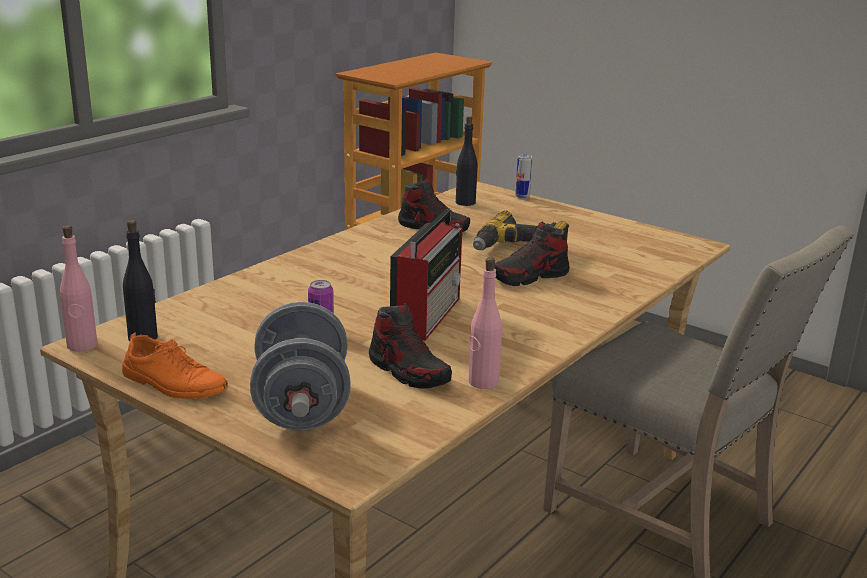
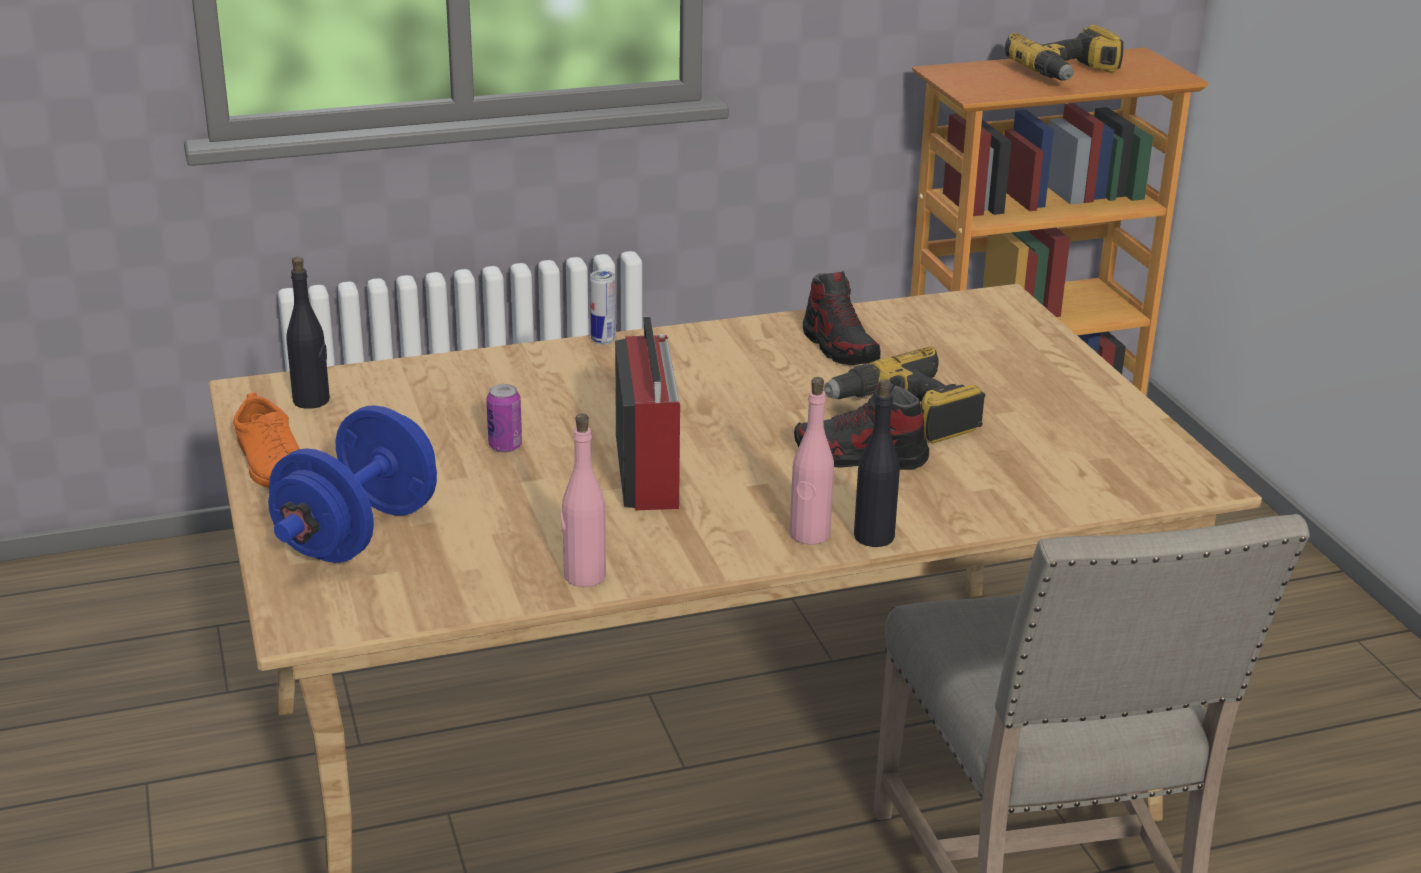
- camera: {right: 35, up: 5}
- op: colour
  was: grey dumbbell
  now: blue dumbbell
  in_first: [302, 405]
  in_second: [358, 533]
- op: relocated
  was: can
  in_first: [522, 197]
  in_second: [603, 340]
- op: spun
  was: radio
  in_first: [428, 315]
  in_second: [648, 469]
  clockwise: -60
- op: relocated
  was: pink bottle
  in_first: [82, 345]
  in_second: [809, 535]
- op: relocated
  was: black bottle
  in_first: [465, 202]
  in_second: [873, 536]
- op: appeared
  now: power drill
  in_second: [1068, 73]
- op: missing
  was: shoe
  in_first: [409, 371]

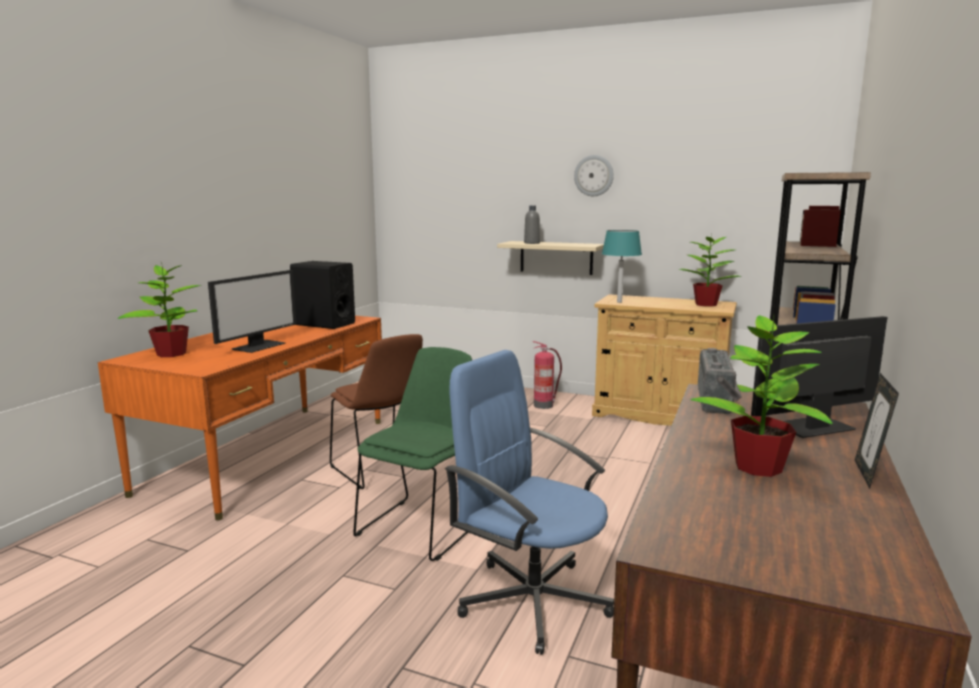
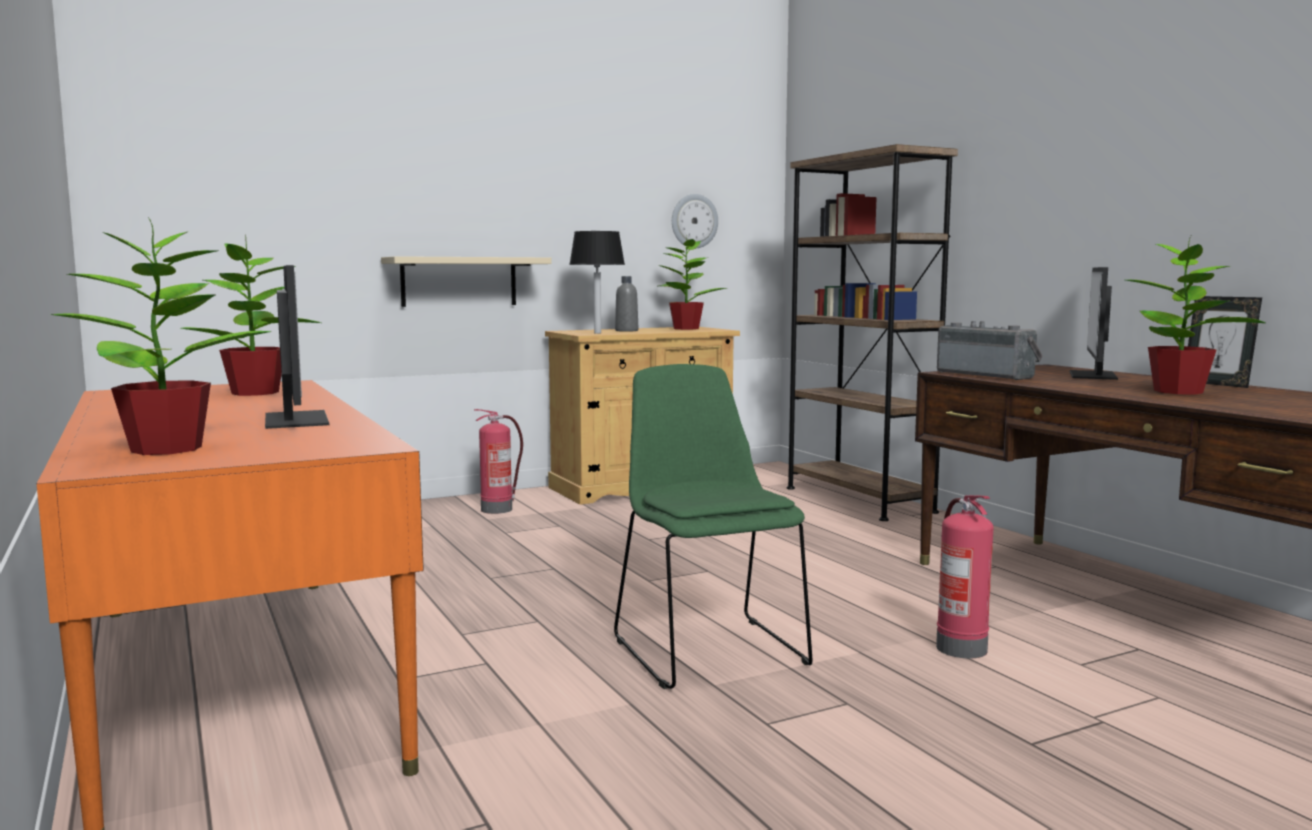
- camera: {right: -50, up: -5}
- op: exchanged
  was: black speaker
  now: potted plant
  in_first: [324, 324]
  in_second: [255, 393]
- op: colour
  was: turquoise table lamp
  now: black table lamp
  in_first: [619, 302]
  in_second: [597, 333]
- op: relocated
  was: grey bottle
  in_first: [532, 243]
  in_second: [626, 330]
- op: relocated
  was: wall clock
  in_first: [594, 175]
  in_second: [694, 221]
- op: exchanged
  was: blue office chair
  now: fire extinguisher
  in_first: [532, 599]
  in_second: [959, 647]
- op: missing
  was: brown chair
  in_first: [382, 468]

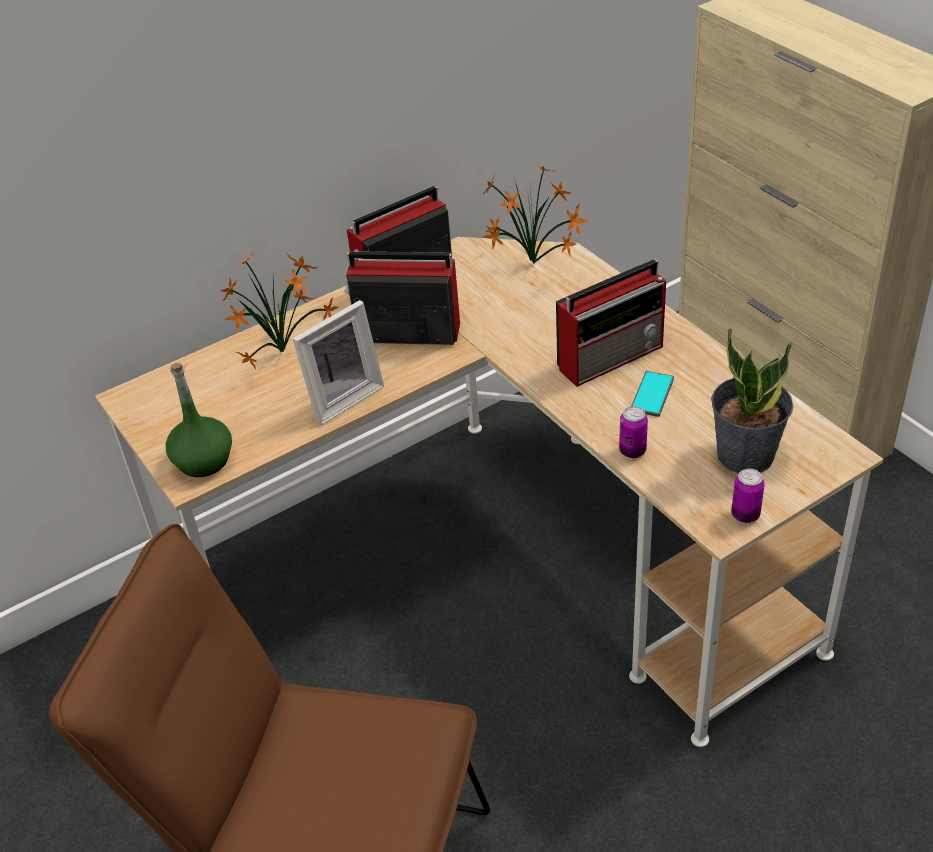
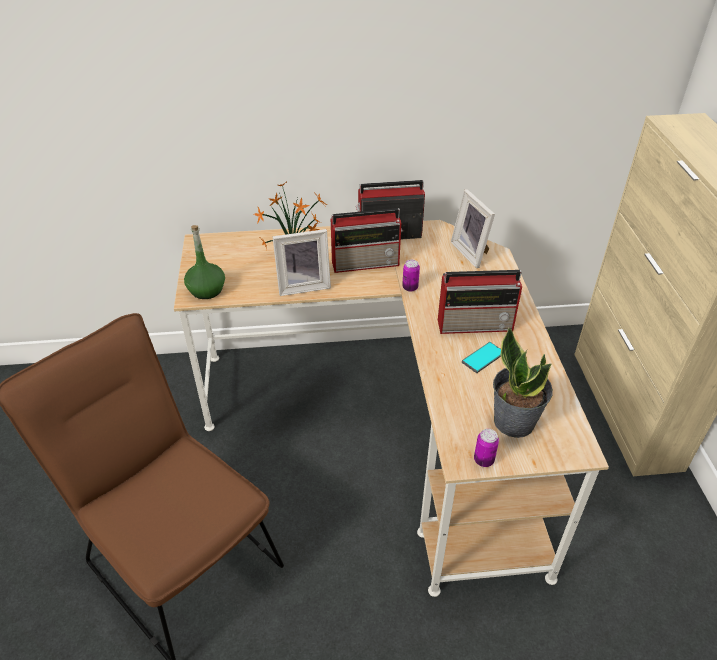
- camera: {right: 25, up: 0}
- op: spun
  was: radio
  in_first: [405, 332]
  in_second: [367, 262]
  clockwise: 135
- op: relocated
  was: can
  in_first: [632, 451]
  in_second: [410, 287]
- op: exchanged
  was: potted plant
  now: picture frame
  in_first: [535, 265]
  in_second: [472, 252]

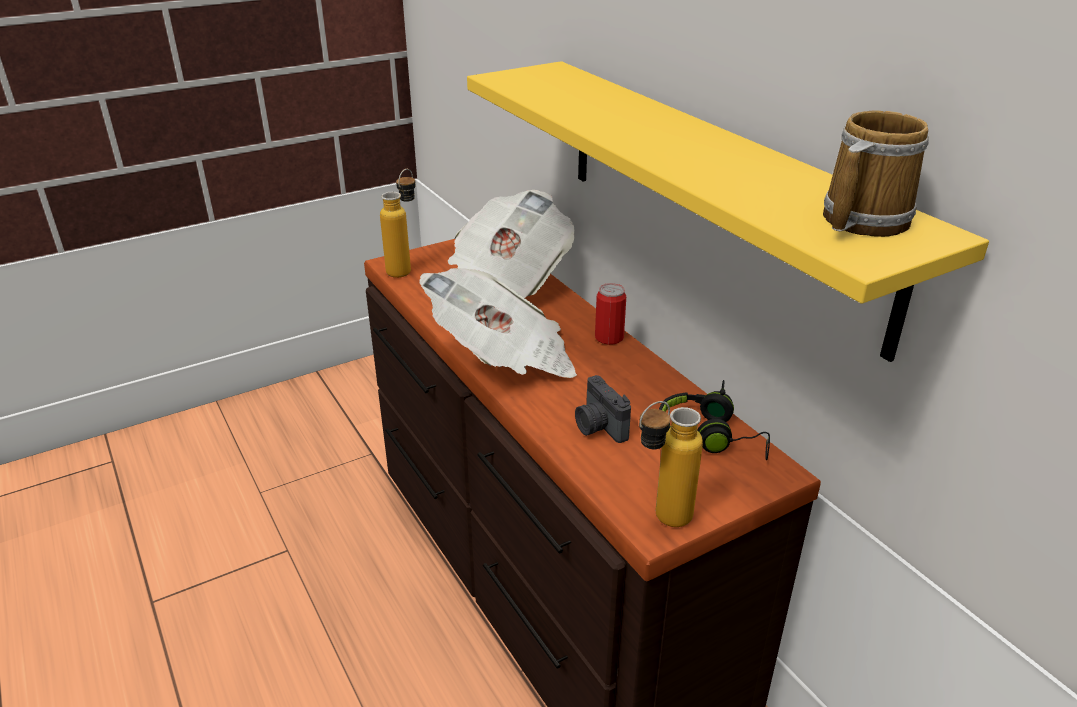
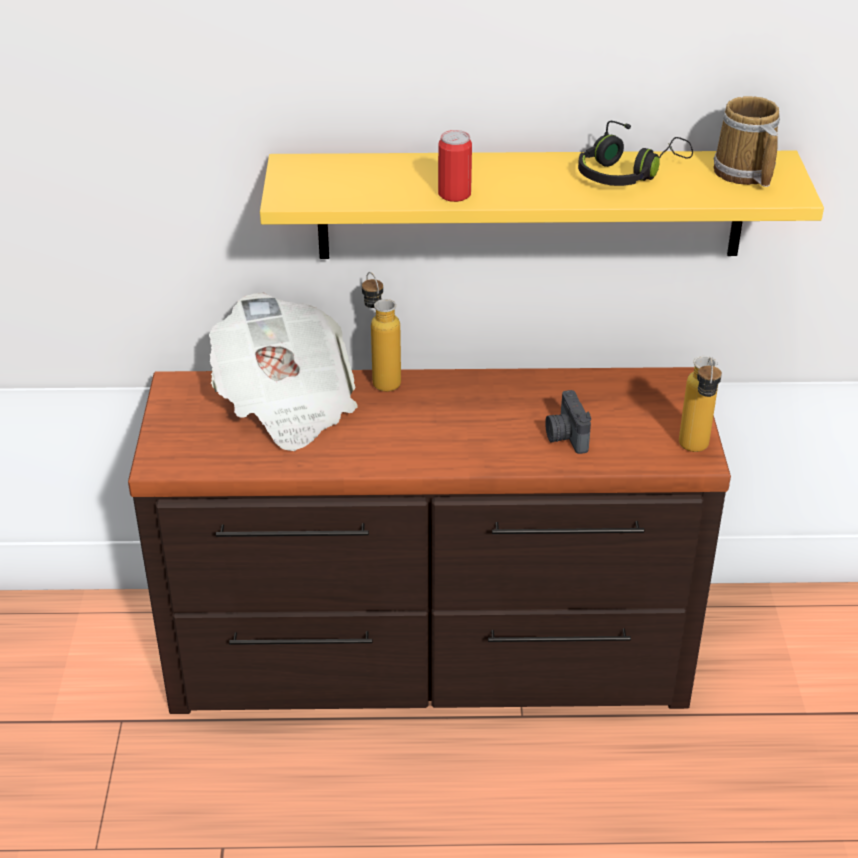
- camera: {right: -60, up: 5}
- op: relocated
  was: bottle
  in_first: [405, 268]
  in_second: [381, 378]
- op: relocated
  was: can
  in_first: [609, 337]
  in_second: [454, 194]
- op: spun
  was: photo camera
  in_first: [598, 427]
  in_second: [565, 437]
  clockwise: 75
- op: relocated
  was: black headphones
  in_first: [711, 437]
  in_second: [627, 174]
- op: missing
  was: newspaper
  in_first: [503, 358]

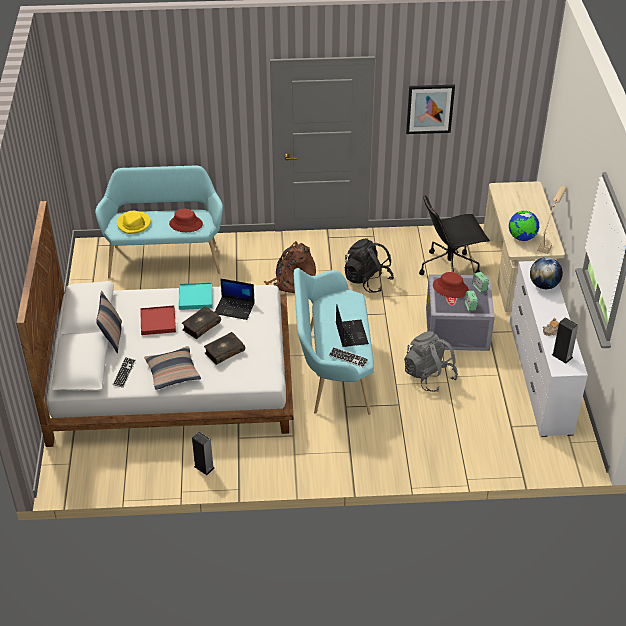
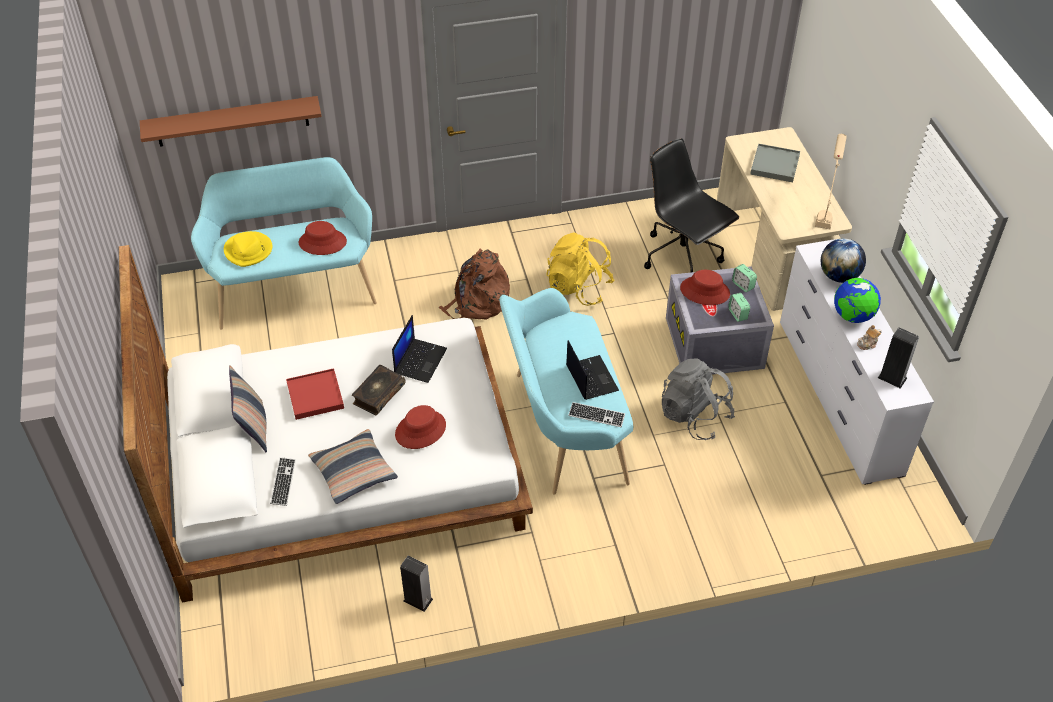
- camera: {right: -10, up: 5}
- op: appeared
  now: brown shelf
  in_second: [232, 121]
- op: spun
  was: laptop
  in_first: [235, 308]
  in_second: [420, 360]
  clockwise: -75
- op: exchanged
  was: book
  now: red hat
  in_first: [224, 352]
  in_second: [420, 430]
- op: colour
  was: black backpack
  now: yellow backpack
  in_first: [367, 280]
  in_second: [578, 288]
- op: spun
  was: black office chair
  in_first: [450, 268]
  in_second: [683, 256]
  clockwise: 75
- op: appeared
  now: grey tray
  in_second: [774, 165]
- op: relocated
  was: globe
  in_first: [522, 237]
  in_second: [852, 316]
- op: missing
  was: turquoise tray
  in_first: [195, 298]
- op: missing
  was: picture
  in_first: [430, 108]

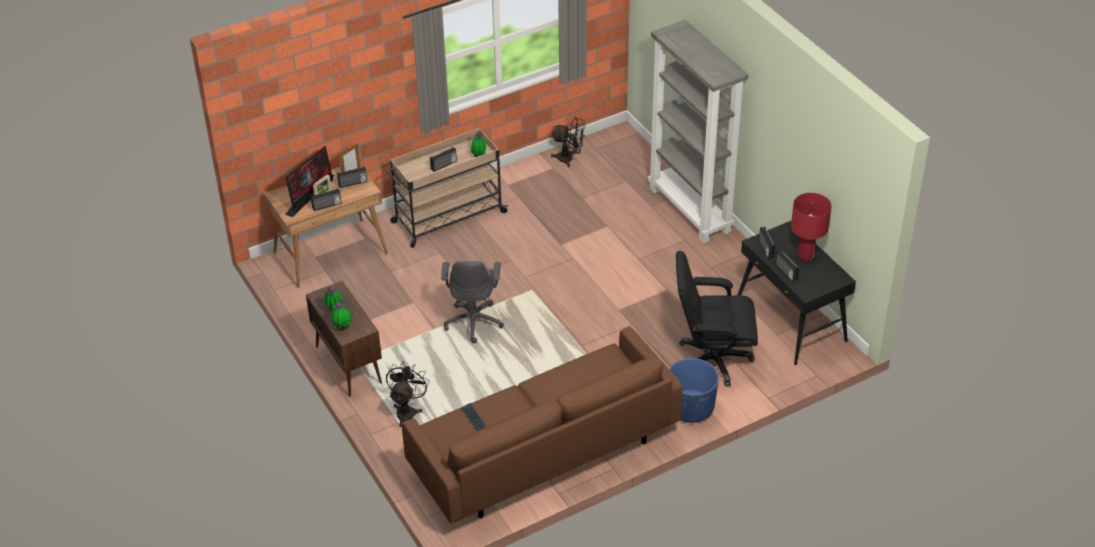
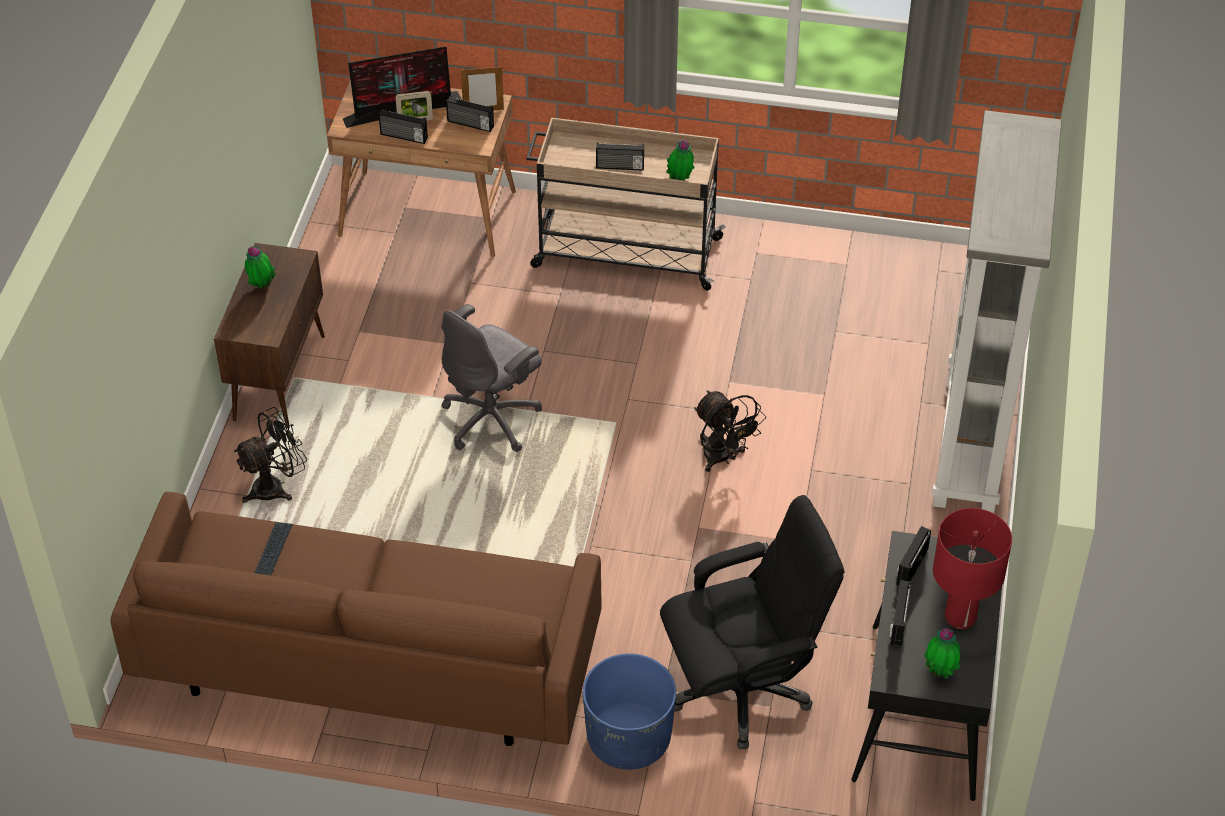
- camera: {right: 40, up: 5}
- op: spun
  was: black office chair
  in_first: [712, 360]
  in_second: [742, 689]
  clockwise: 120
- op: relocated
  was: black fan
  in_first: [569, 159]
  in_second: [722, 458]
- op: relocated
  was: potted plant
  in_first: [342, 328]
  in_second: [940, 672]

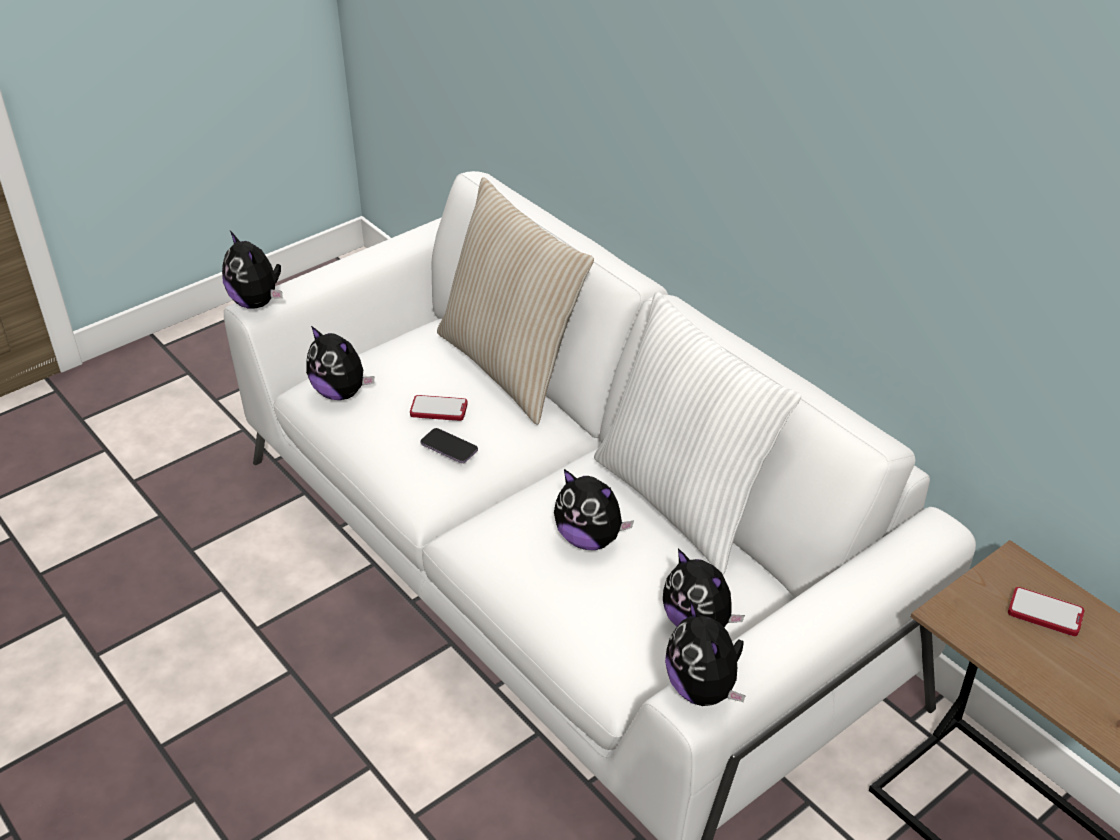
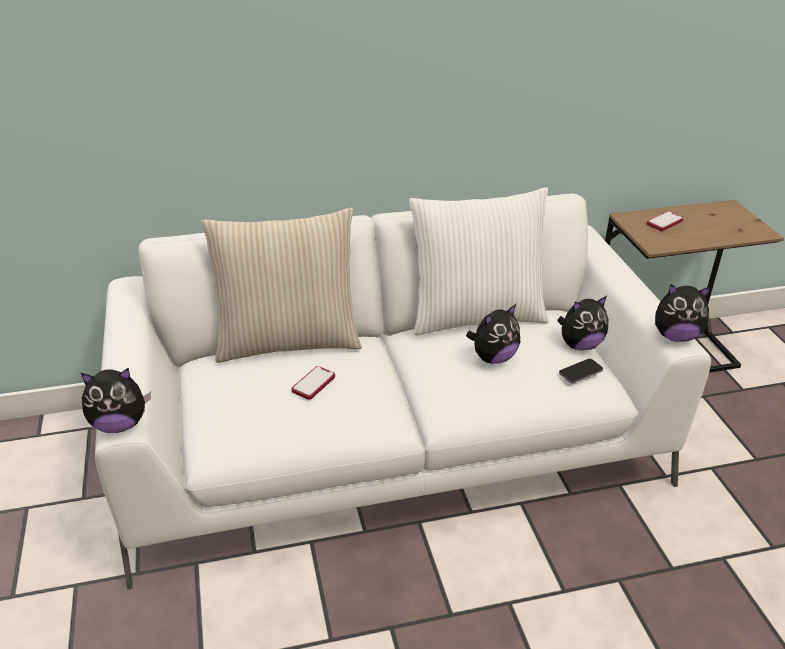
- camera: {right: -65, up: -5}
- op: relocated
  was: phone
  in_first: [449, 447]
  in_second: [580, 372]
- op: missing
  was: plush toy
  in_first: [341, 392]

